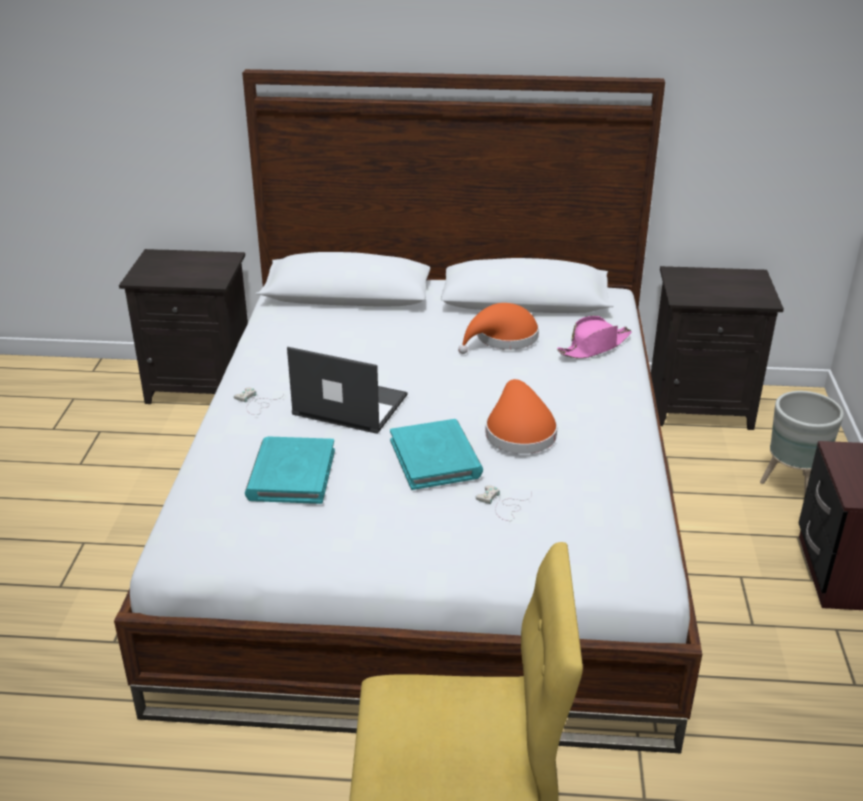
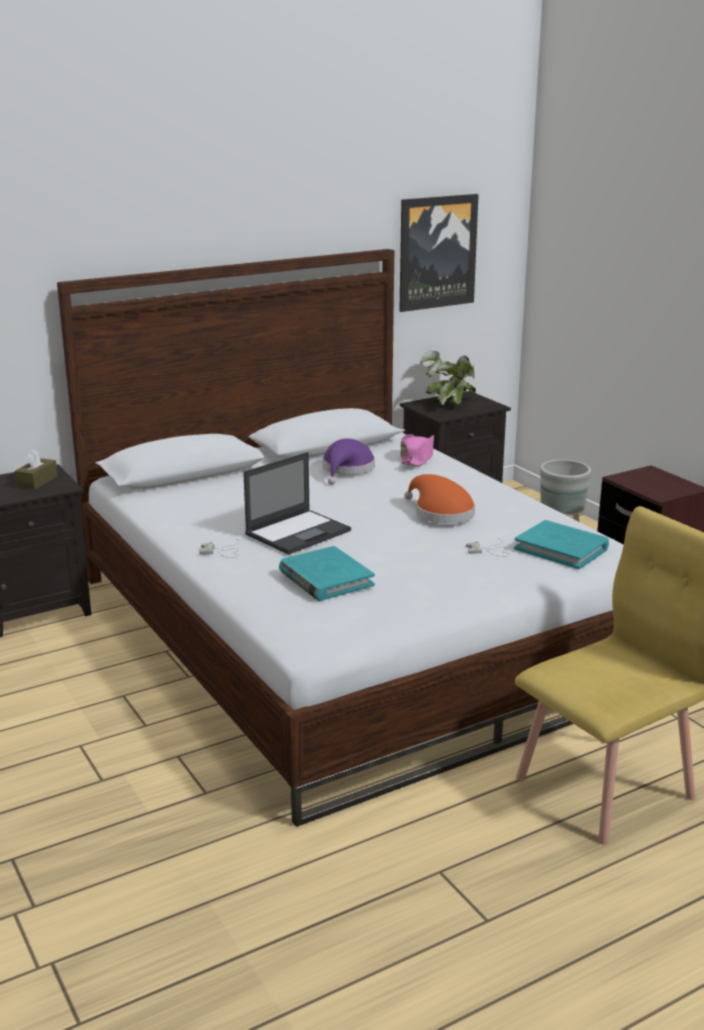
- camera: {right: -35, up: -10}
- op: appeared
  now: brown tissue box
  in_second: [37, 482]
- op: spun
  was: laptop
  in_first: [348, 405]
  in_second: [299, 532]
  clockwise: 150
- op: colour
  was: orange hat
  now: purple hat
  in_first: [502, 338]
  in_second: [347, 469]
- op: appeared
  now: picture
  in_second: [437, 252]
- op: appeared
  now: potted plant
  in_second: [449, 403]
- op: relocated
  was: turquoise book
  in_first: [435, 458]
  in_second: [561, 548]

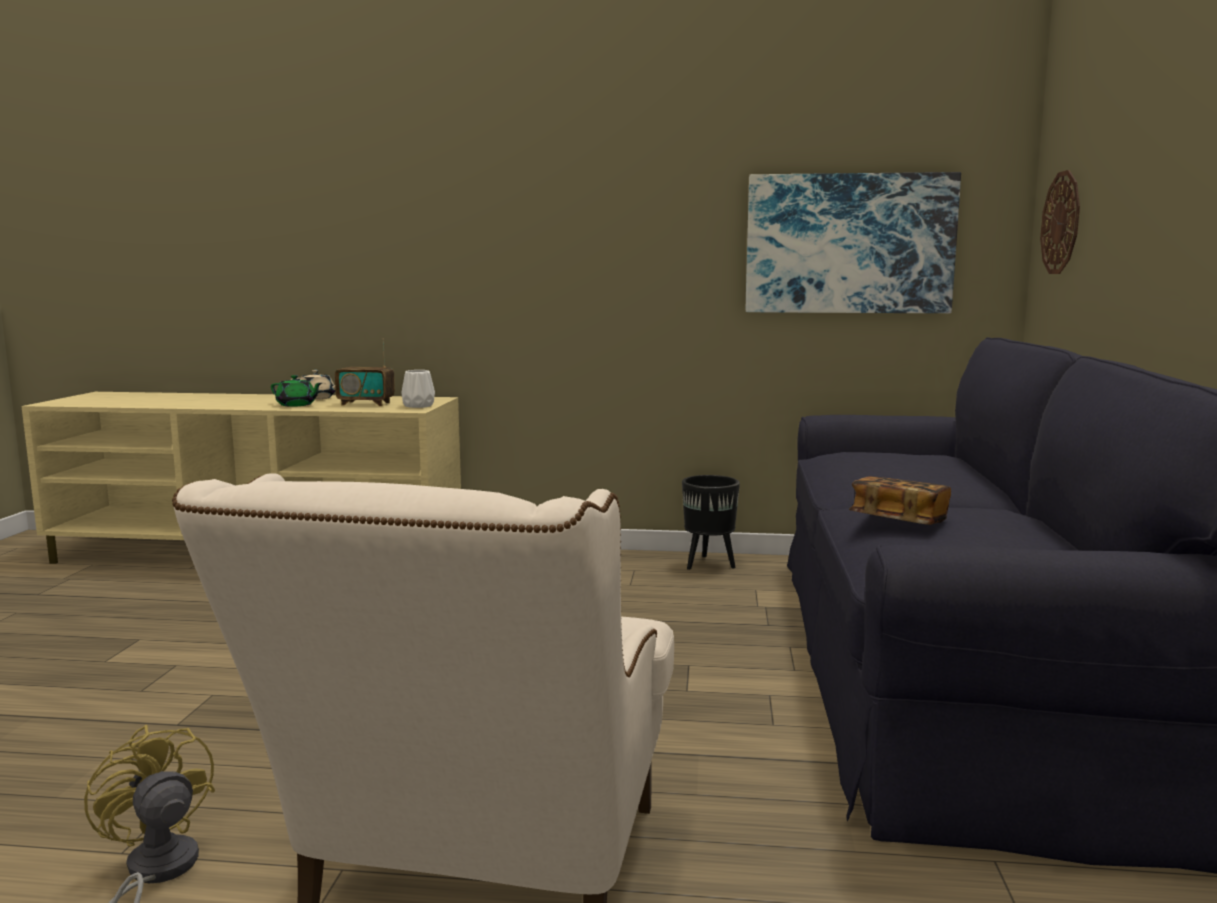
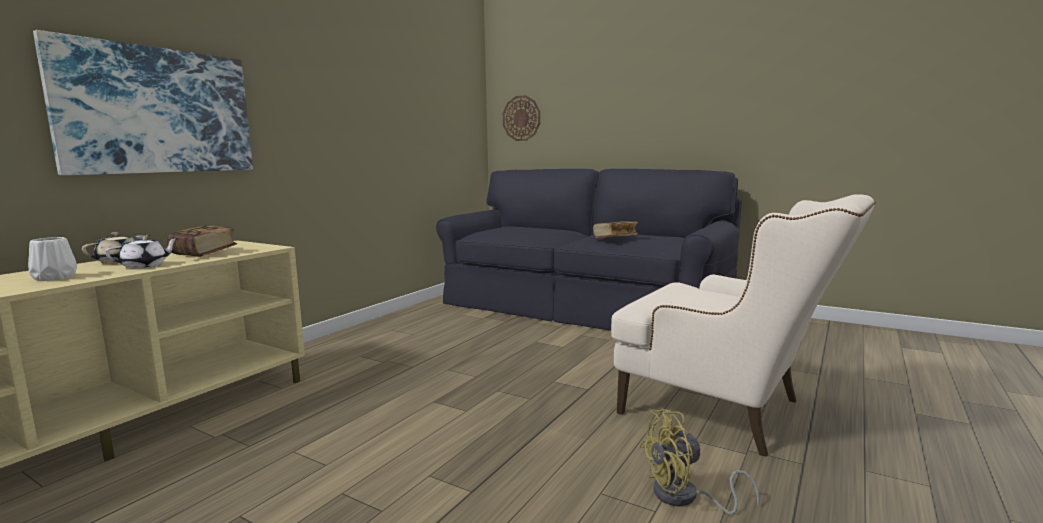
- camera: {right: -65, up: 0}
- op: relocated
  was: white vase
  in_first: [418, 406]
  in_second: [55, 278]
- op: relocated
  was: picture
  in_first: [849, 244]
  in_second: [157, 111]
- op: colour
  was: green teapot
  now: white teapot
  in_first: [297, 405]
  in_second: [145, 265]
- op: exchanged
  was: radio
  now: book
  in_first: [366, 404]
  in_second: [204, 253]
- op: missing
  was: black planter
  in_first: [709, 564]

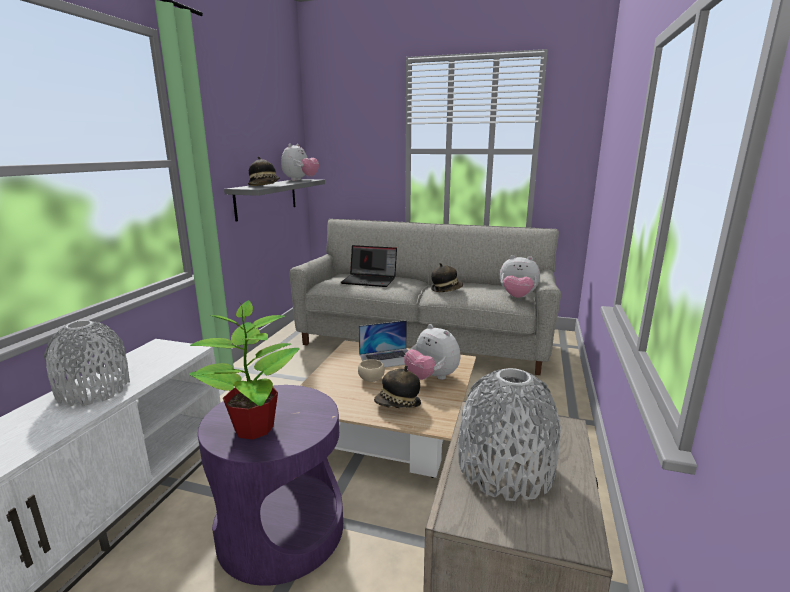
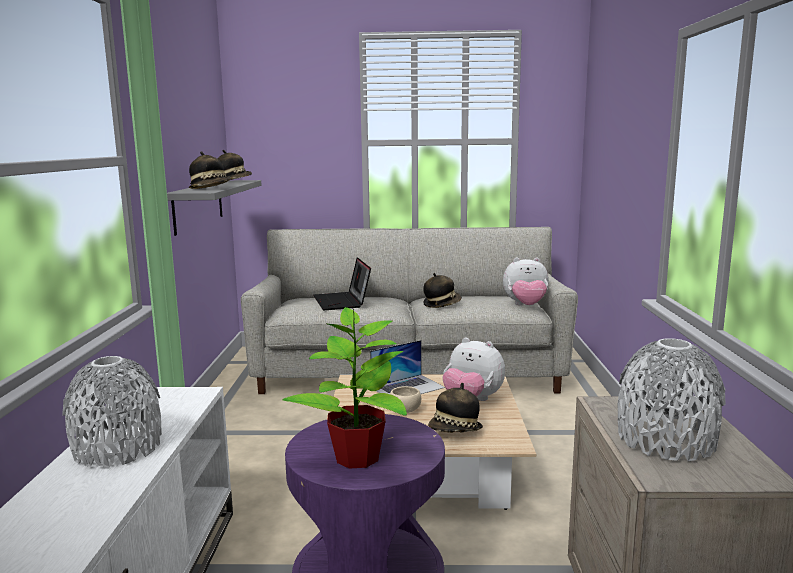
- camera: {right: -15, up: -5}
- op: exchanged
  was: plush toy
  now: hat
  in_first: [300, 180]
  in_second: [234, 181]
- op: spun
  was: laptop
  in_first: [370, 280]
  in_second: [342, 302]
  clockwise: 75

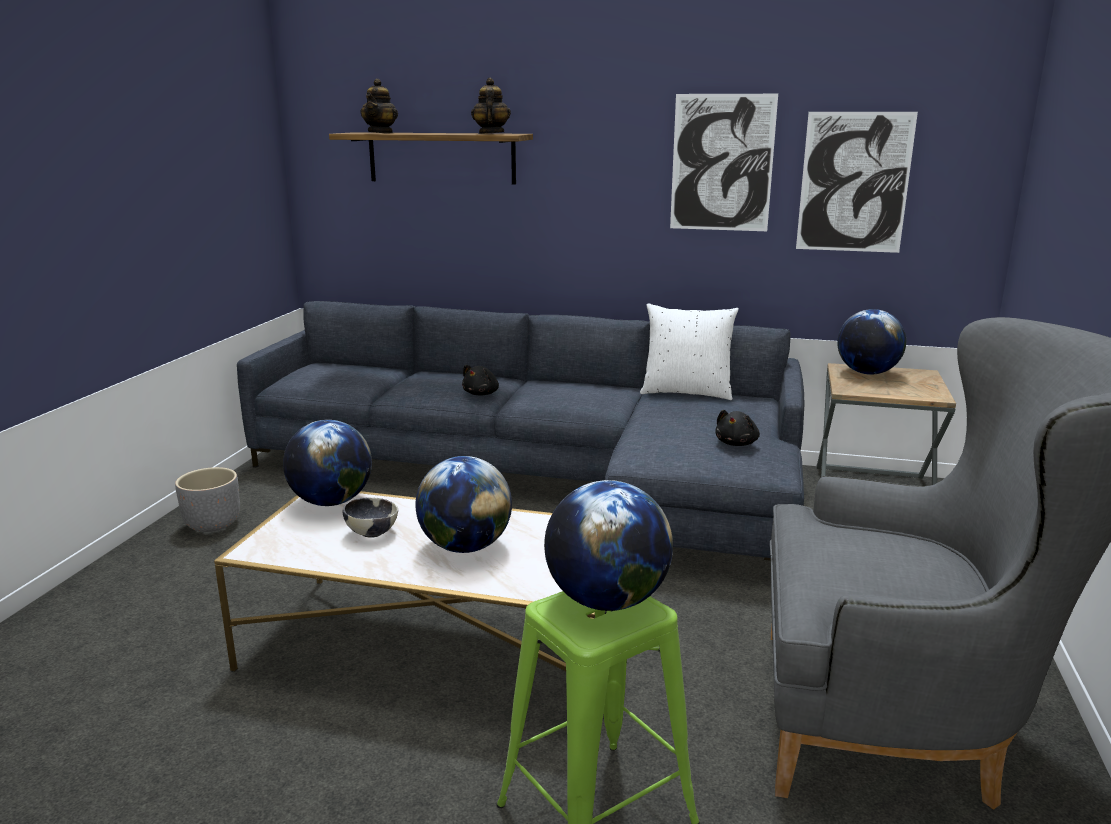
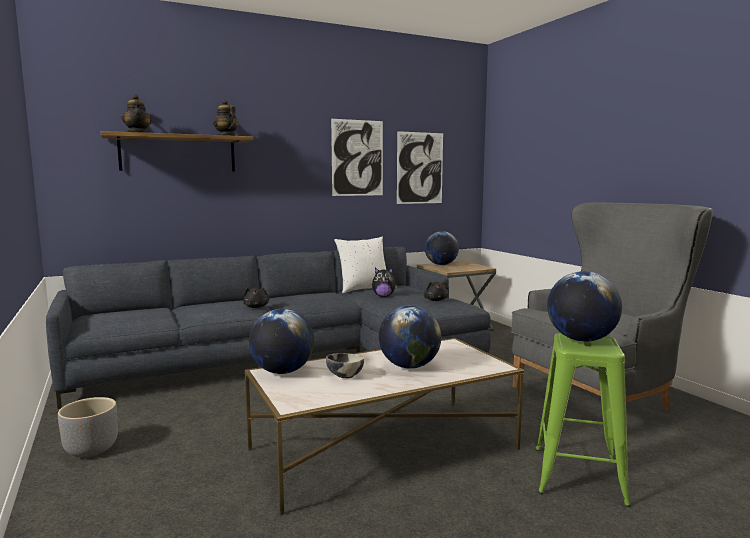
- camera: {right: -40, up: -10}
- op: appeared
  now: plush toy
  in_second: [383, 296]

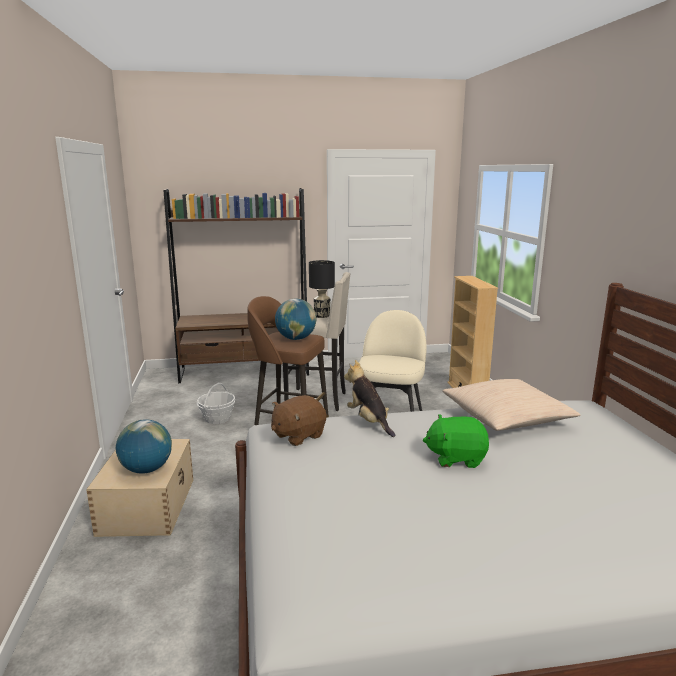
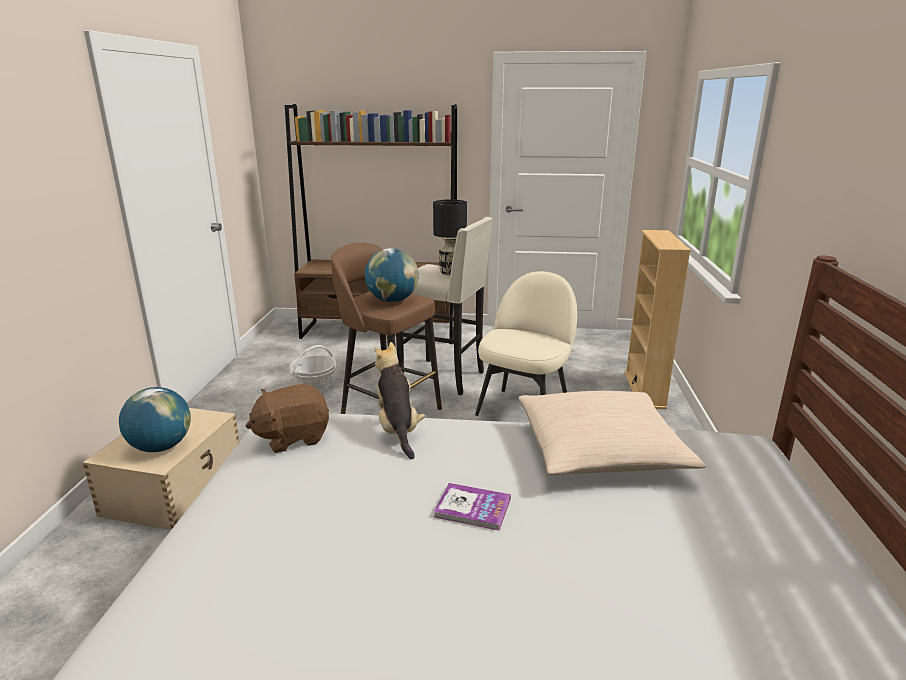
- camera: {right: 15, up: 5}
- op: exchanged
  was: green plush toy
  now: book
  in_first: [456, 458]
  in_second: [472, 508]

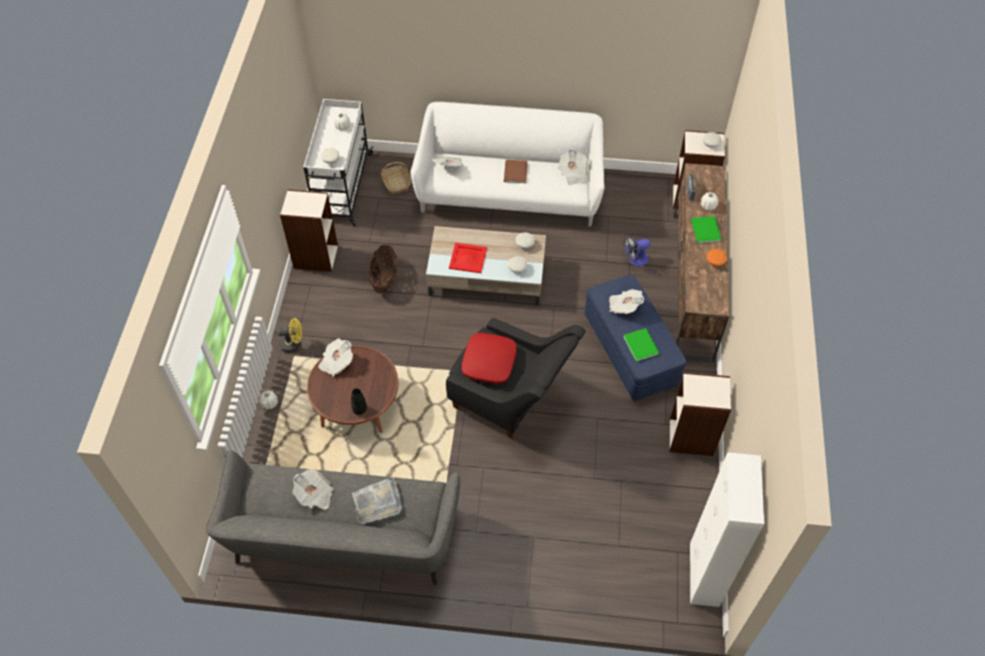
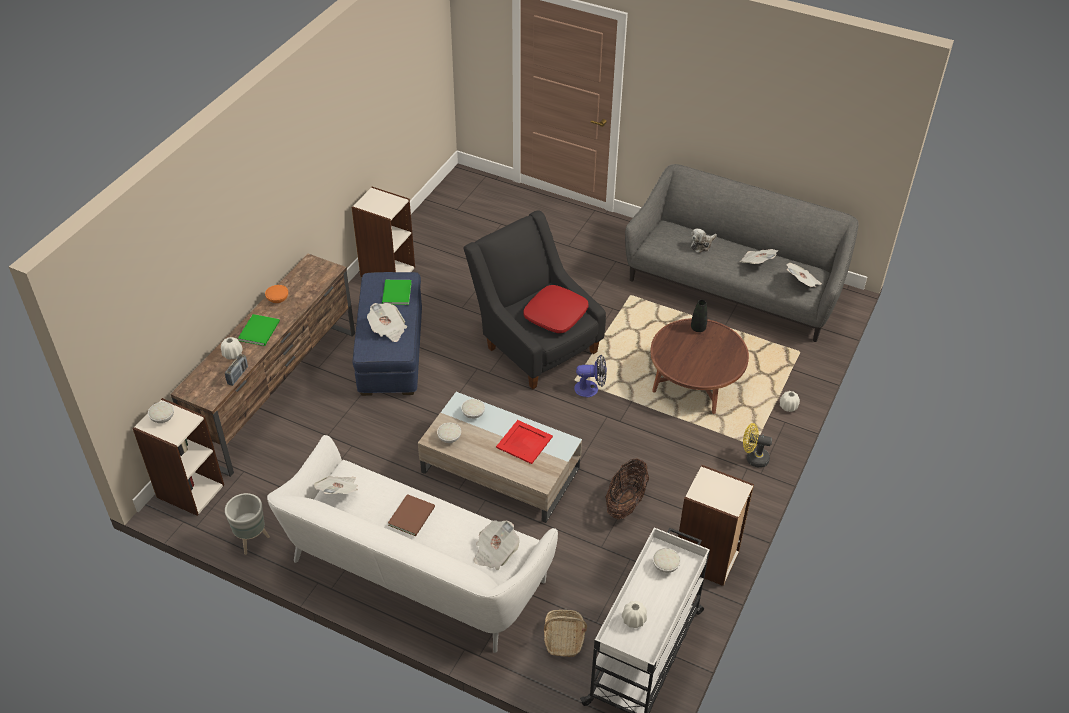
- camera: {right: -160, up: -10}
- op: appeared
  now: grey planter
  in_second: [251, 541]
- op: relocated
  was: fan
  in_first: [635, 259]
  in_second: [591, 388]
- op: exchanged
  was: grey tray
  now: plush toy
  in_first: [377, 502]
  in_second: [702, 245]
- op: relocated
  was: newspaper
  in_first: [336, 362]
  in_second: [802, 283]
- op: missing
  was: white cabinet
  in_first: [704, 574]

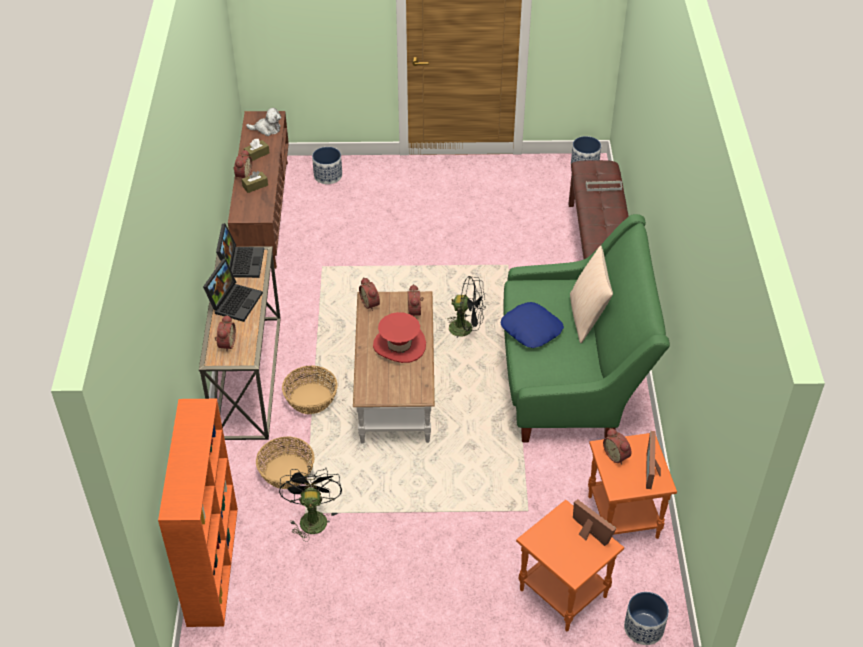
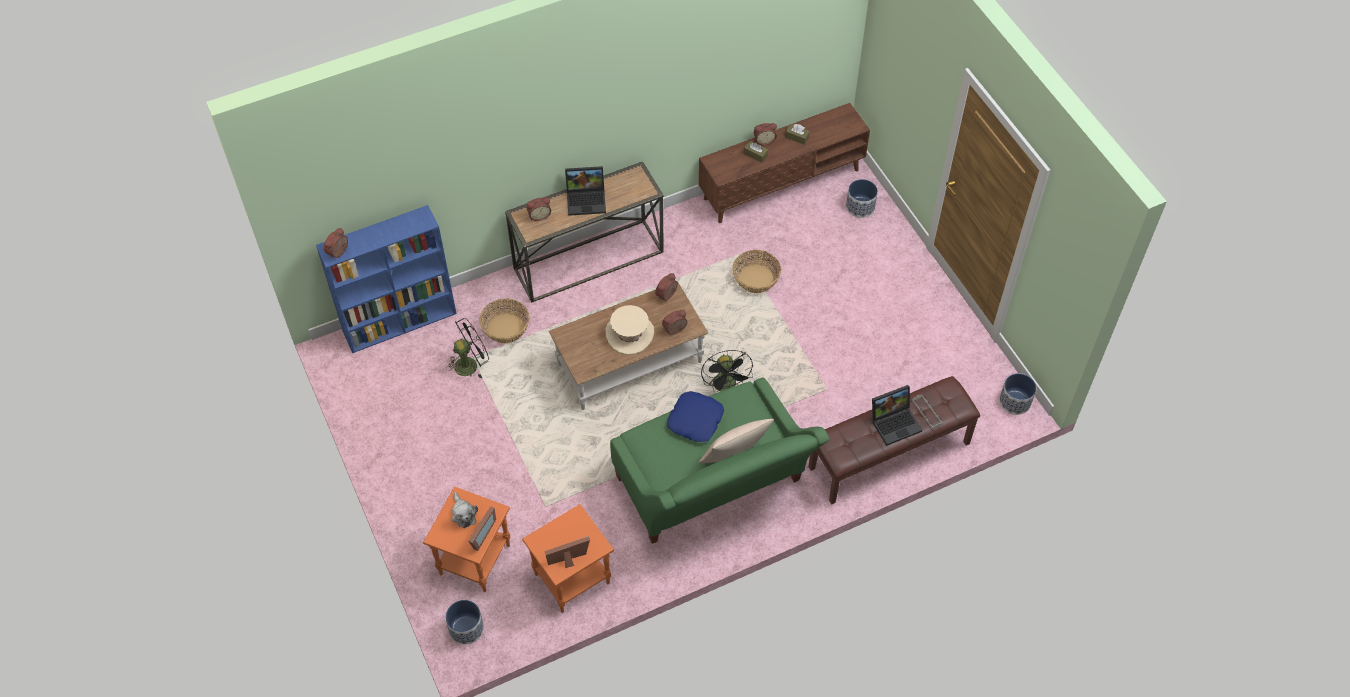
- camera: {right: 65, up: 10}
- op: colour
  was: orange bookcase
  now: blue bookcase
  in_first: [212, 564]
  in_second: [401, 322]
- op: relocated
  was: alarm clock
  in_first: [617, 455]
  in_second: [339, 252]
- op: relocated
  was: plush toy
  in_first: [267, 129]
  in_second: [463, 514]
- op: colour
  was: red hat
  now: beige hat
  in_first: [399, 345]
  in_second: [630, 334]
- op: relocated
  was: basket
  in_first: [310, 399]
  in_second: [755, 279]
- op: relocated
  was: laptop
  in_first: [241, 262]
  in_second: [895, 422]

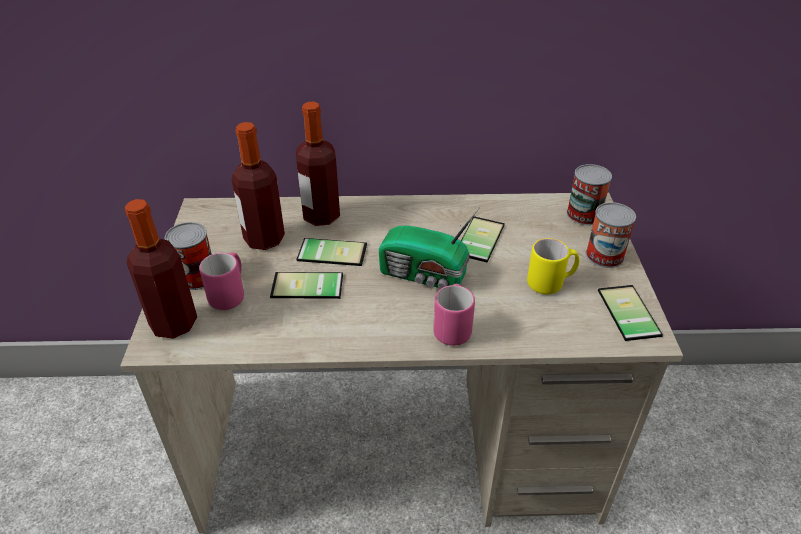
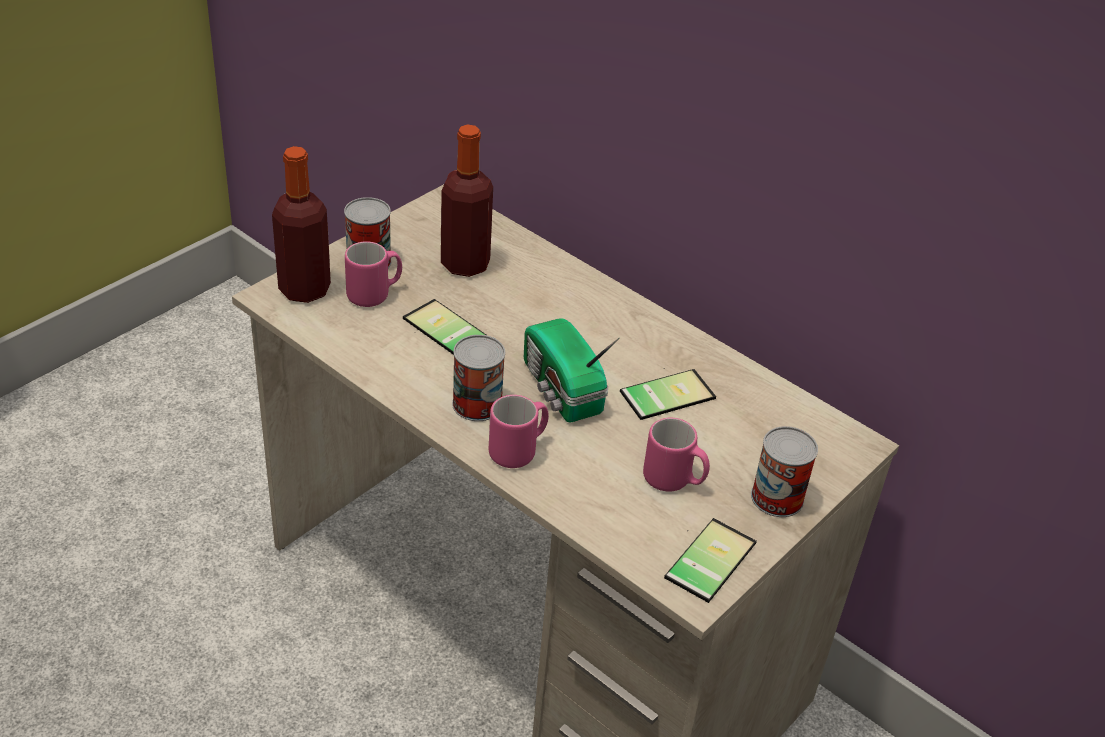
- camera: {right: 40, up: 0}
- op: relocated
  was: can
  in_first: [584, 214]
  in_second: [477, 404]
- op: colour
  was: yellow mug
  now: pink mug
  in_first: [550, 283]
  in_second: [674, 481]
- op: missing
  was: bottle
  in_first: [321, 216]
- op: missing
  was: phone
  in_first: [333, 250]

